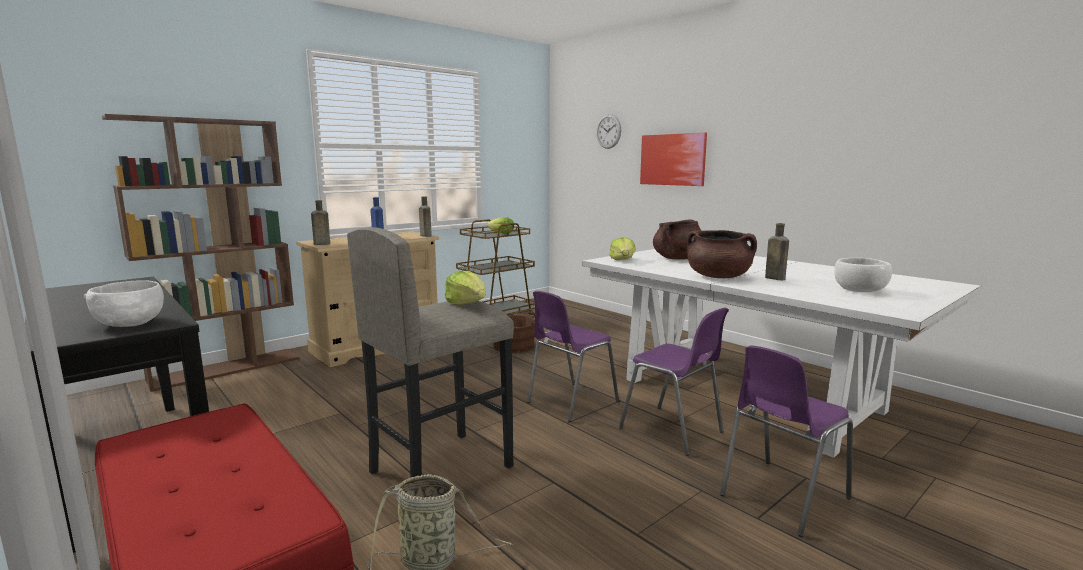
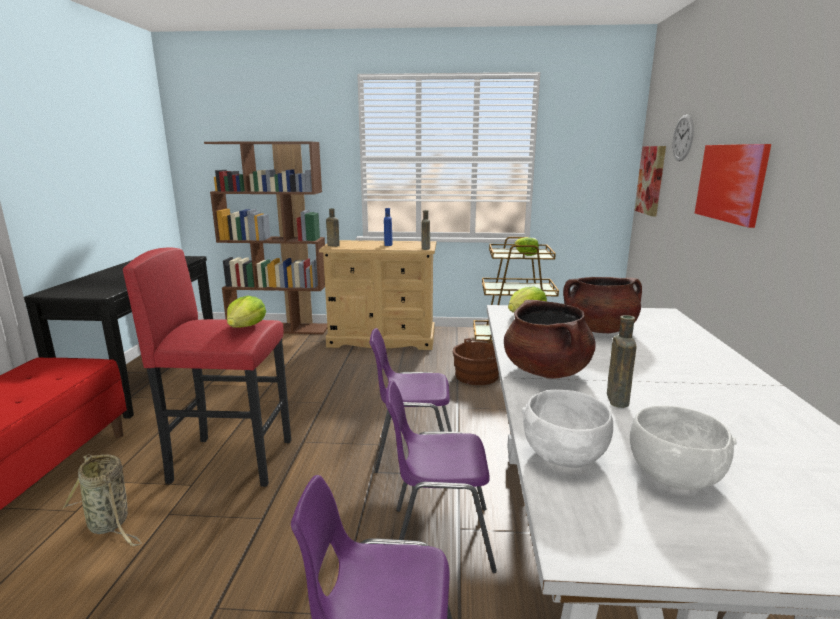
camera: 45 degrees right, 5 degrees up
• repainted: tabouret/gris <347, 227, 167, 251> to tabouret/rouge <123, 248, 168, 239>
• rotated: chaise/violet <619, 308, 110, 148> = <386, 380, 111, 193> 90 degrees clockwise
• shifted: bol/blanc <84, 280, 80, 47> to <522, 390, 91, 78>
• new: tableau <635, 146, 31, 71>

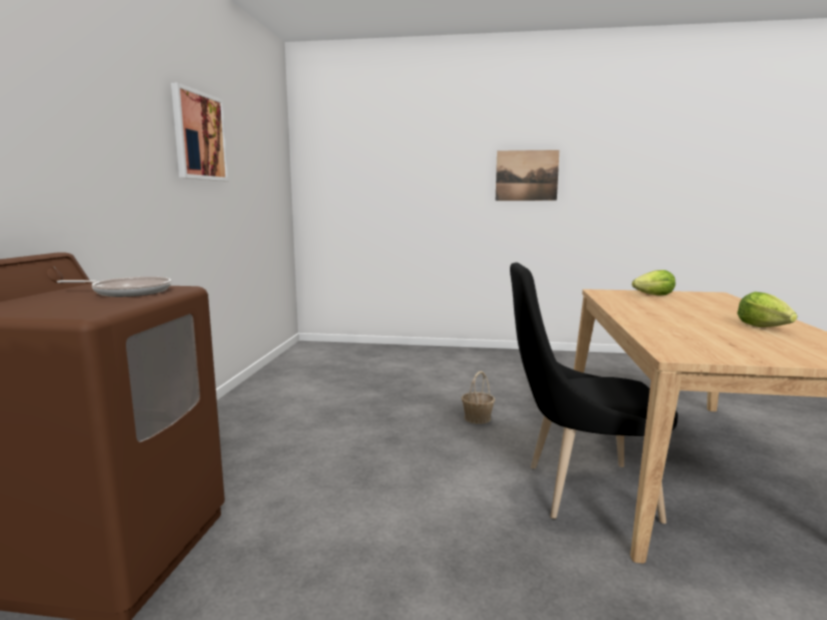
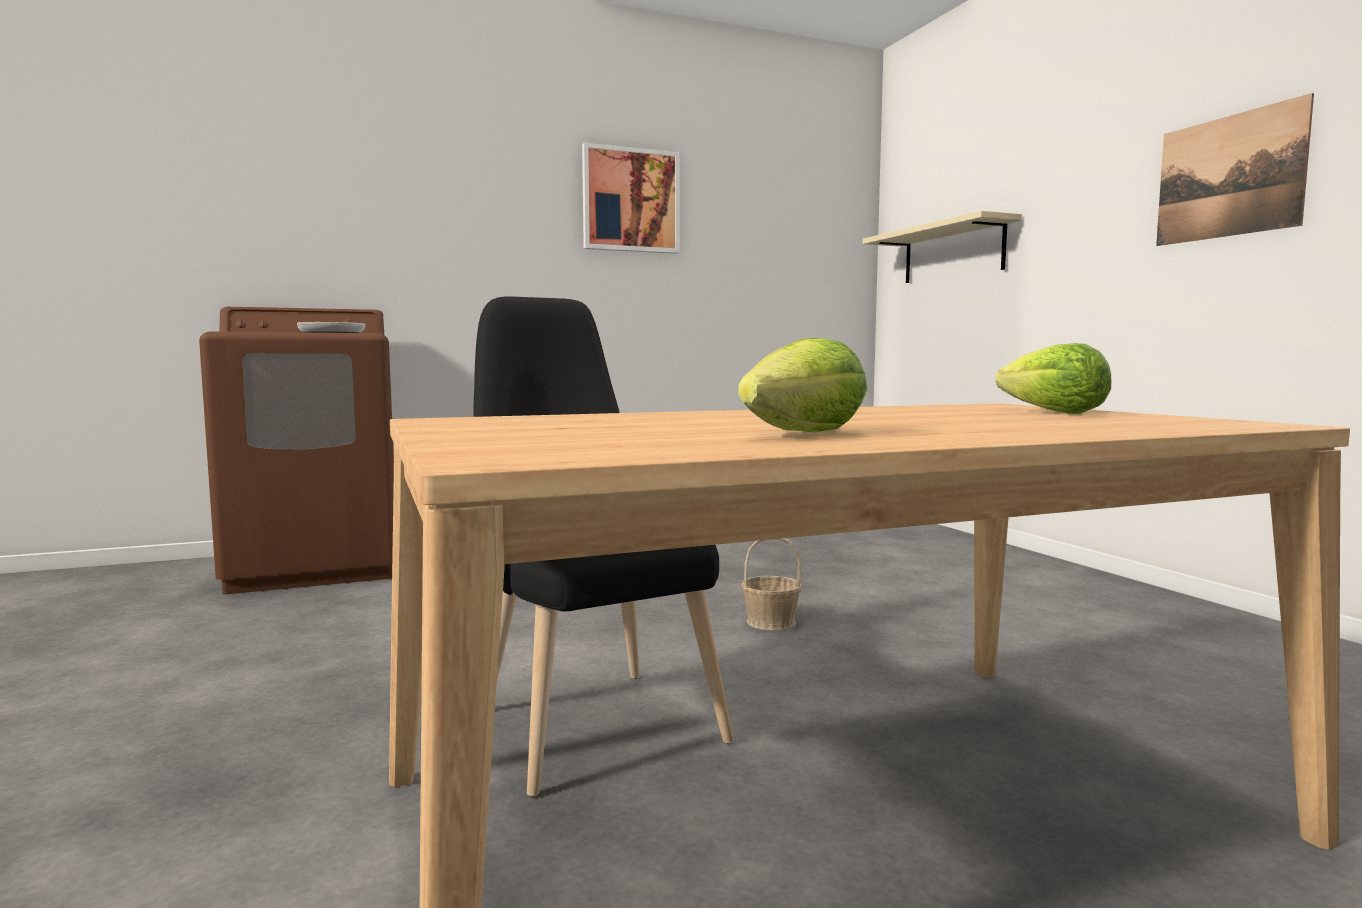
camera: 60 degrees right, 5 degrees down
• new: étagère/beige <863, 211, 159, 72>

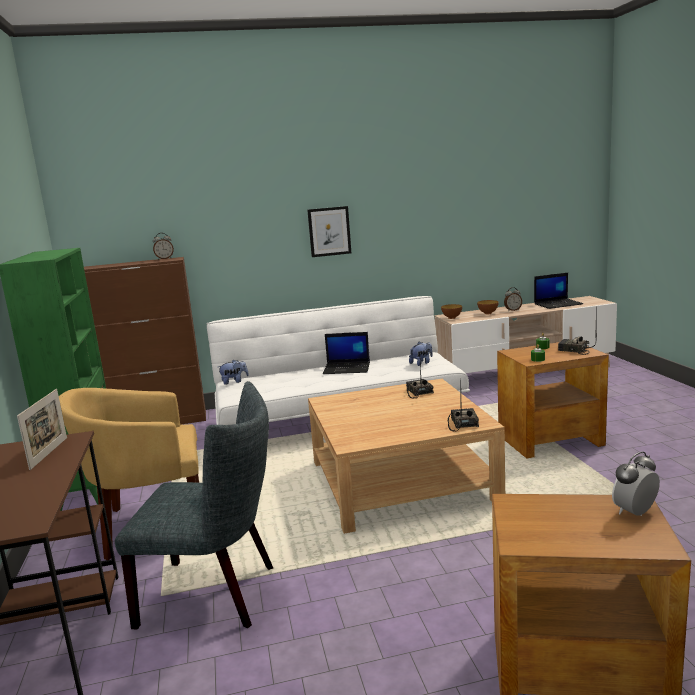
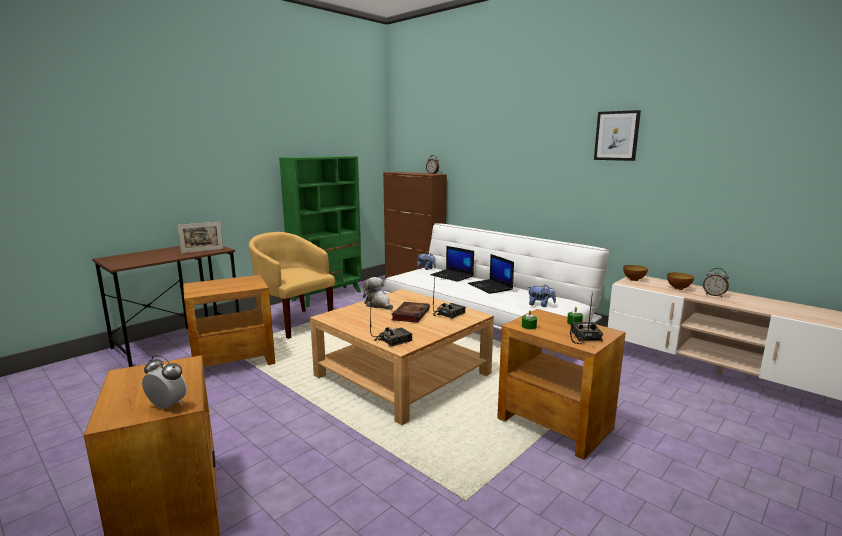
camera: 55 degrees right, 0 degrees up
• swapped: chaise/gris <115, 381, 158, 248> to table d'appoint/marron <183, 275, 92, 92>
• new: peluche <363, 277, 30, 33>
• new: livre <391, 302, 39, 21>
• shifted: ordinateur portable <534, 273, 49, 36> to <430, 246, 44, 36>
• shifted: tableau <307, 206, 44, 51> to <594, 110, 47, 51>

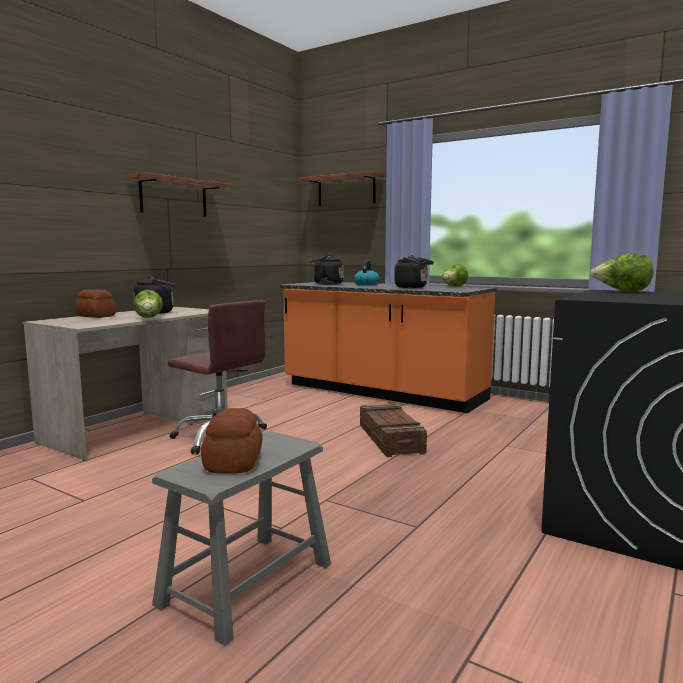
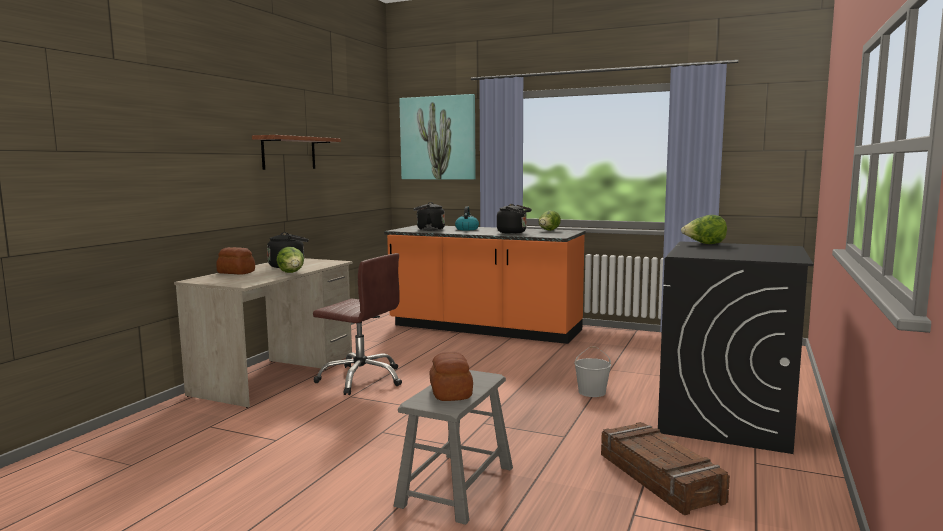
camera: 10 degrees left, 0 degrees up
• swapped: étagère <298, 171, 87, 35> to tableau <399, 94, 77, 86>
• new: seau/blanc <575, 347, 36, 50>
• shifted: caisse <360, 404, 67, 53> to <601, 422, 129, 93>

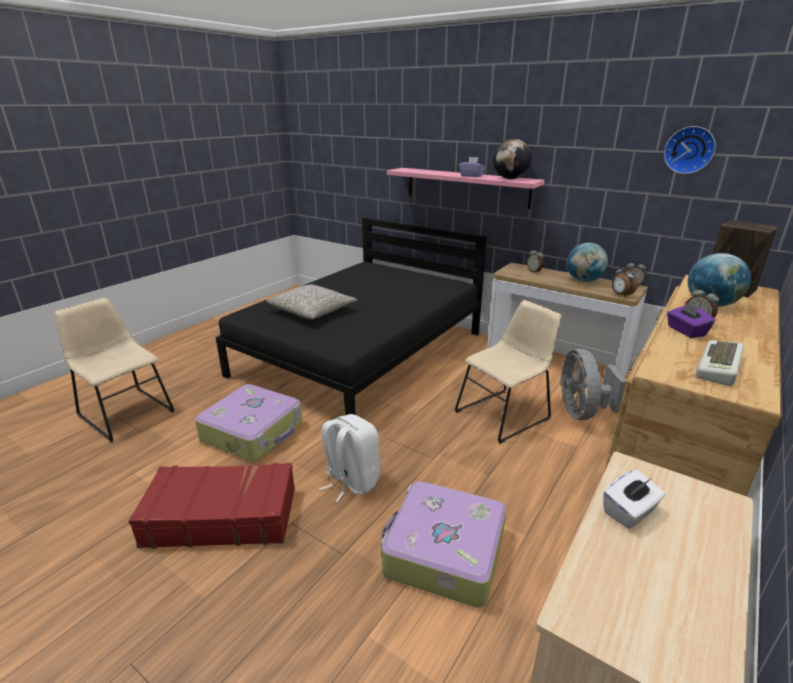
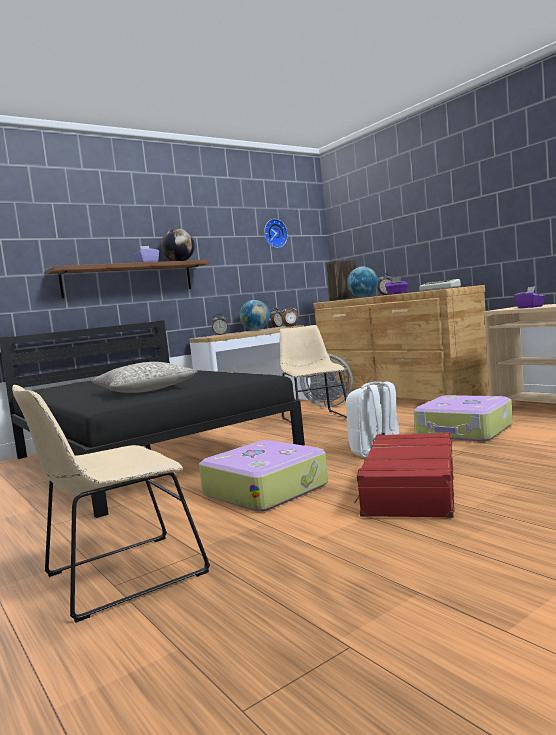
camera: 70 degrees left, 20 degrees down
• repainted: étagère/rose <387, 168, 158, 41> to étagère/marron <46, 260, 163, 38>
• repainted: boîte à mouchoirs/blanc <603, 470, 62, 59> to boîte à mouchoirs/violet <514, 286, 32, 22>

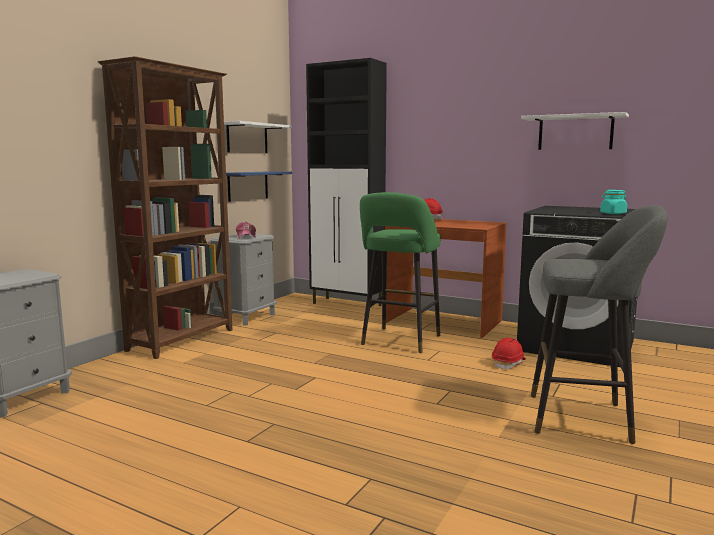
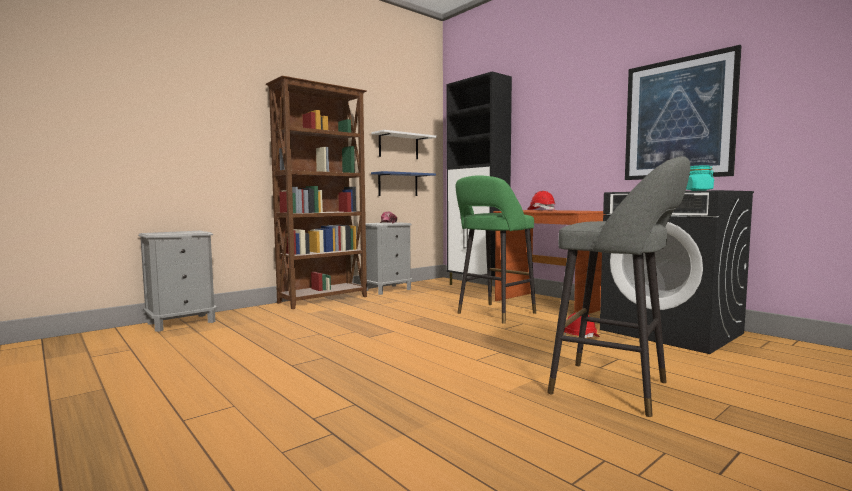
camera: 20 degrees right, 5 degrees down
• swapped: étagère/blanc <521, 112, 108, 38> to tableau <625, 45, 117, 135>

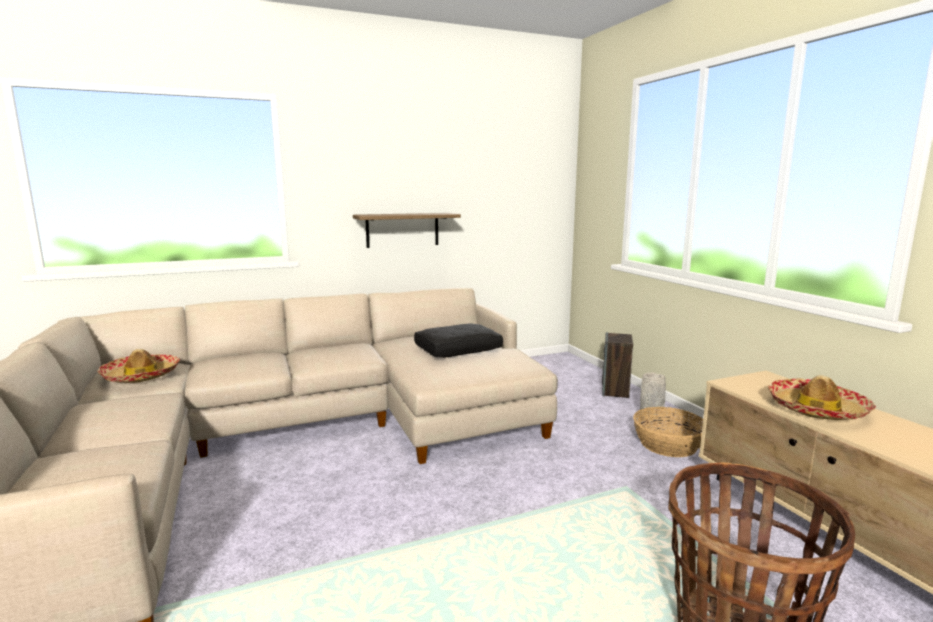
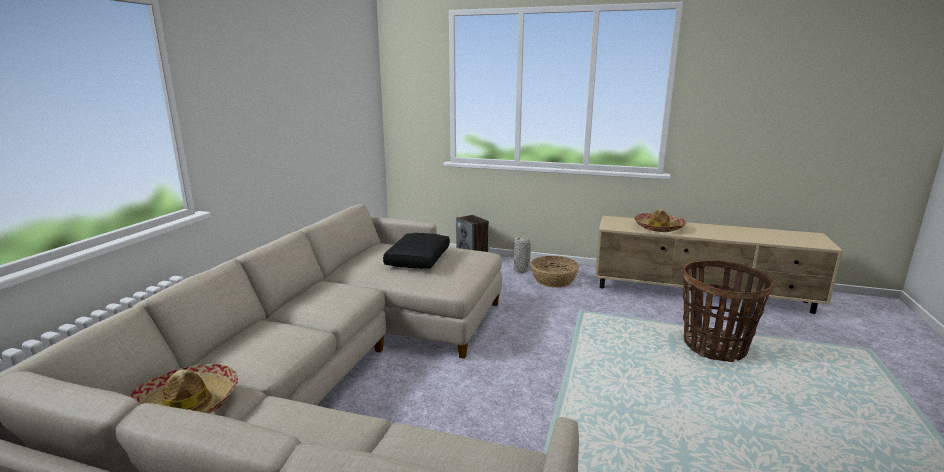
camera: 50 degrees left, 5 degrees up
• gone: étagère <353, 213, 108, 35>

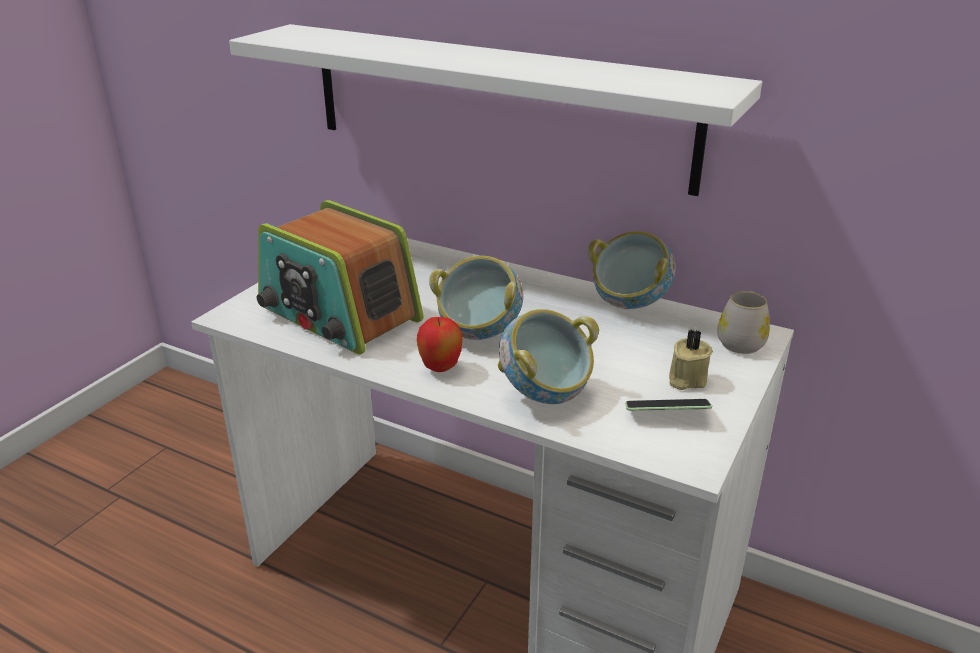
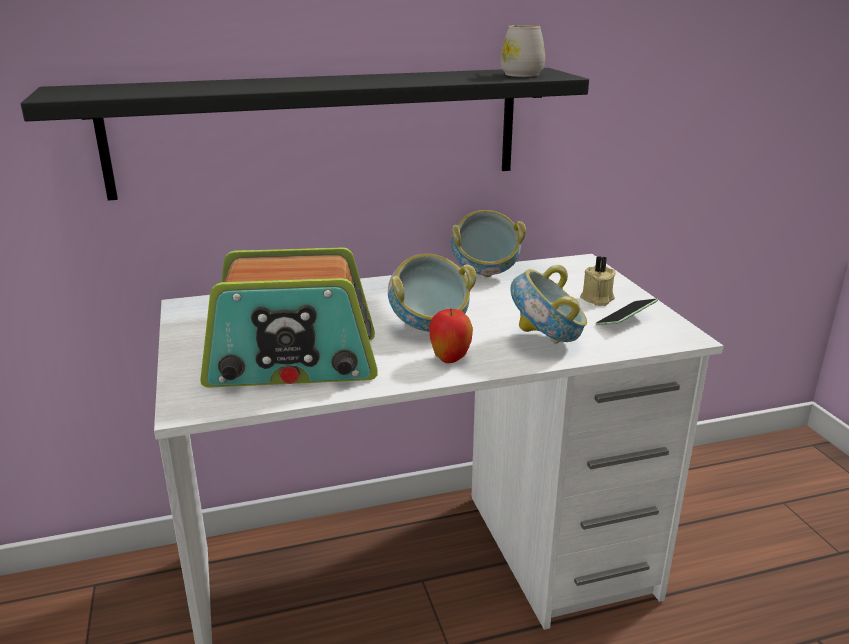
camera: 45 degrees left, 5 degrees down
• repainted: étagère/blanc <229, 24, 533, 172> to étagère/noir <21, 68, 568, 133>
• shifted: mug/blanc <717, 291, 53, 63> to <501, 25, 44, 52>

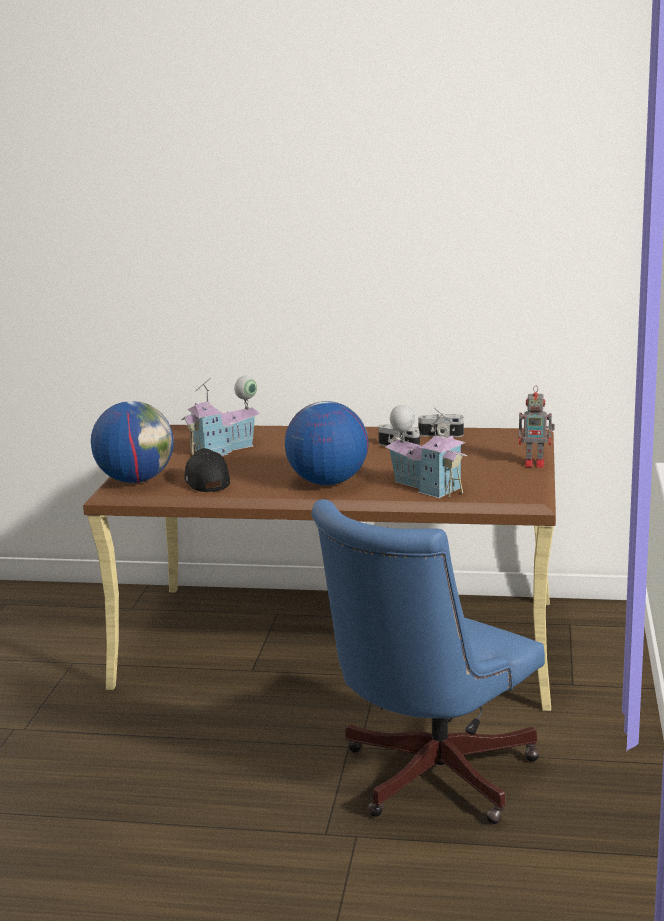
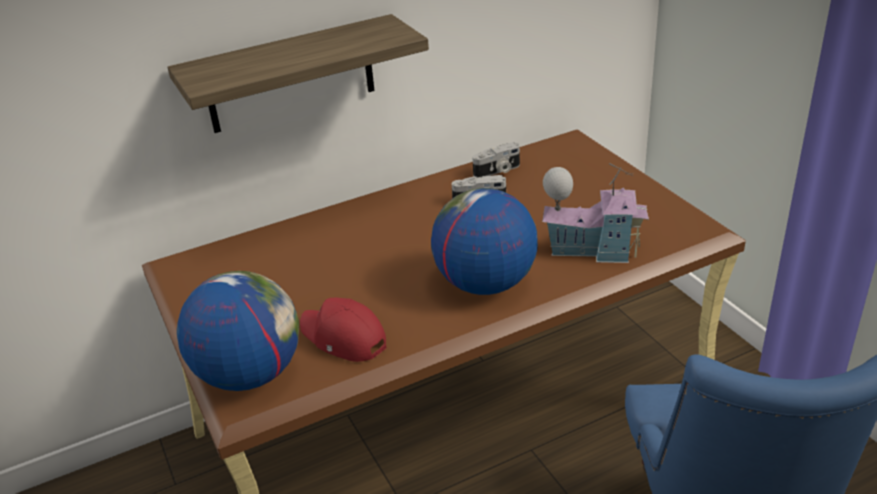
camera: 35 degrees left, 15 degrees up
• new: étagère <167, 14, 262, 119>
• repainted: casquette/noir <184, 448, 46, 44> to casquette/rouge <300, 298, 86, 64>
• gone: maison miniature <181, 376, 79, 80>
• gone: robot jouet <518, 385, 37, 83>

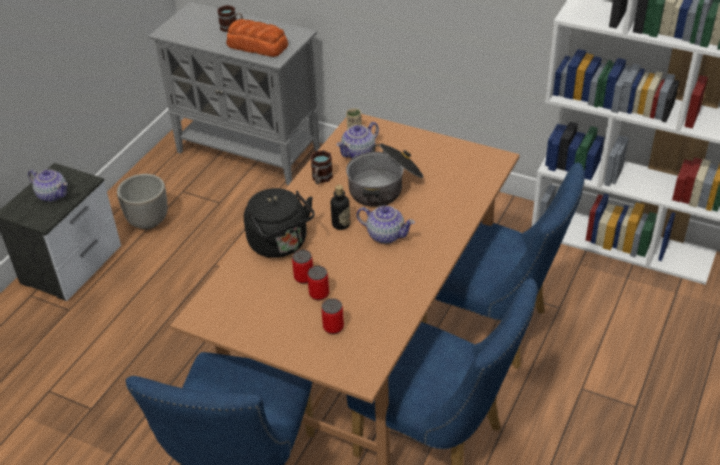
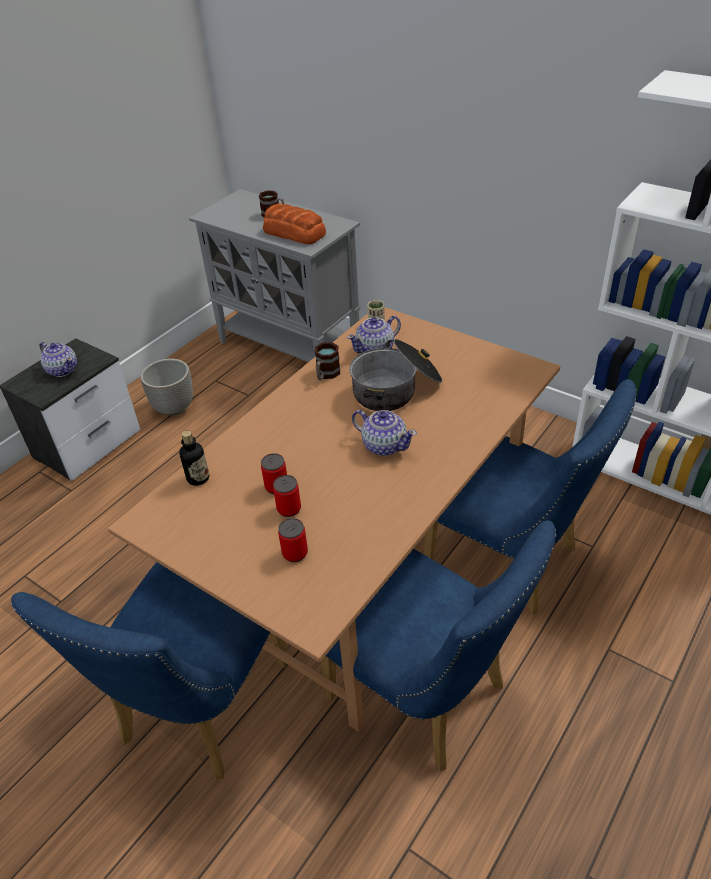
camera: 10 degrees right, 0 degrees up
• shifted: bouteille <331, 185, 19, 45> to <179, 431, 30, 55>
• gone: bouilloire/noir <244, 188, 71, 70>

